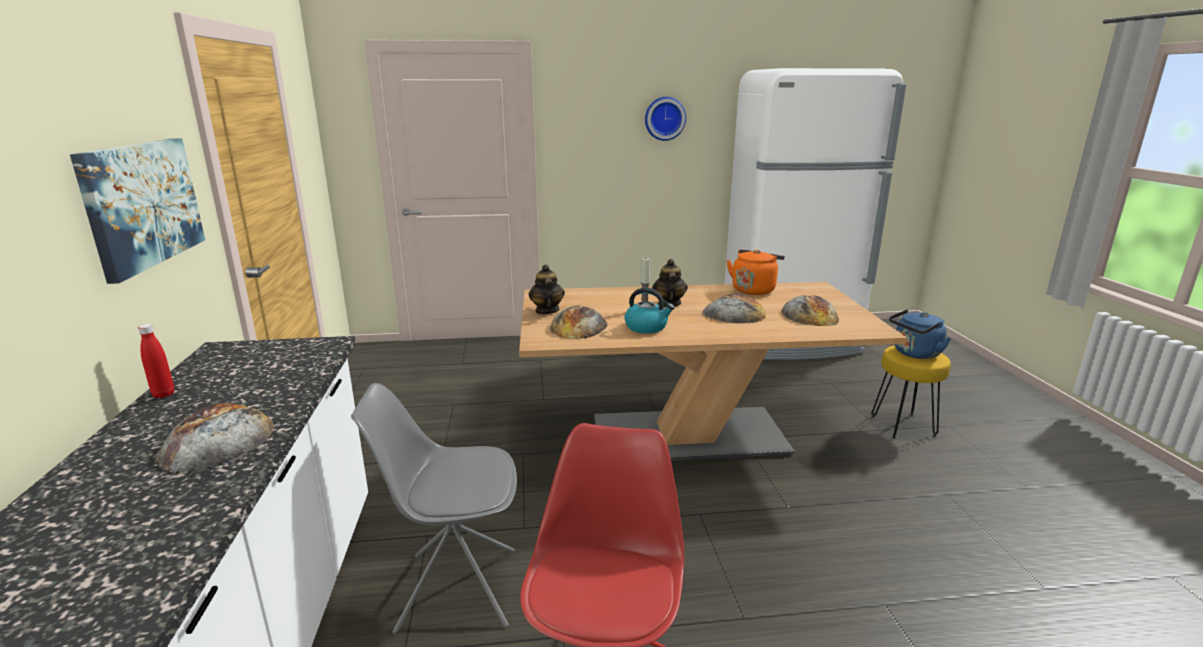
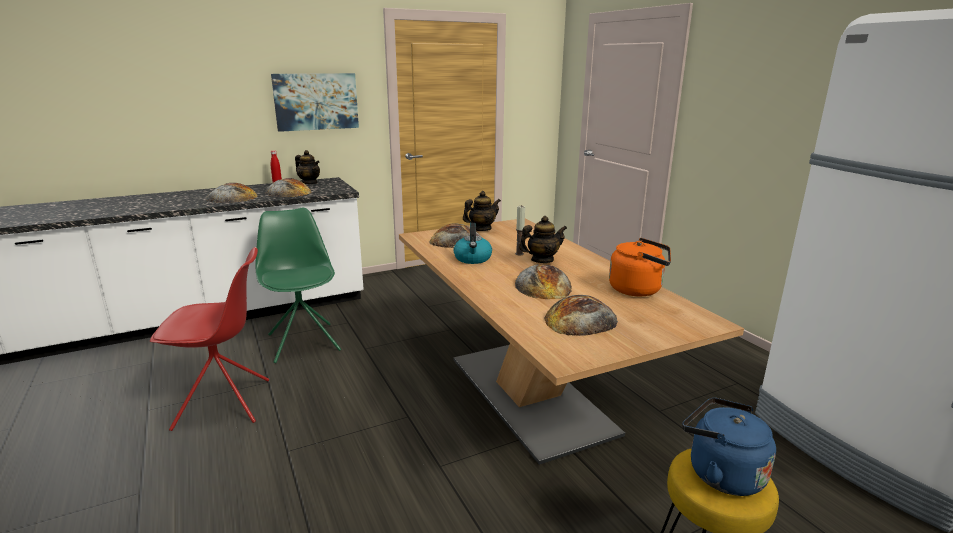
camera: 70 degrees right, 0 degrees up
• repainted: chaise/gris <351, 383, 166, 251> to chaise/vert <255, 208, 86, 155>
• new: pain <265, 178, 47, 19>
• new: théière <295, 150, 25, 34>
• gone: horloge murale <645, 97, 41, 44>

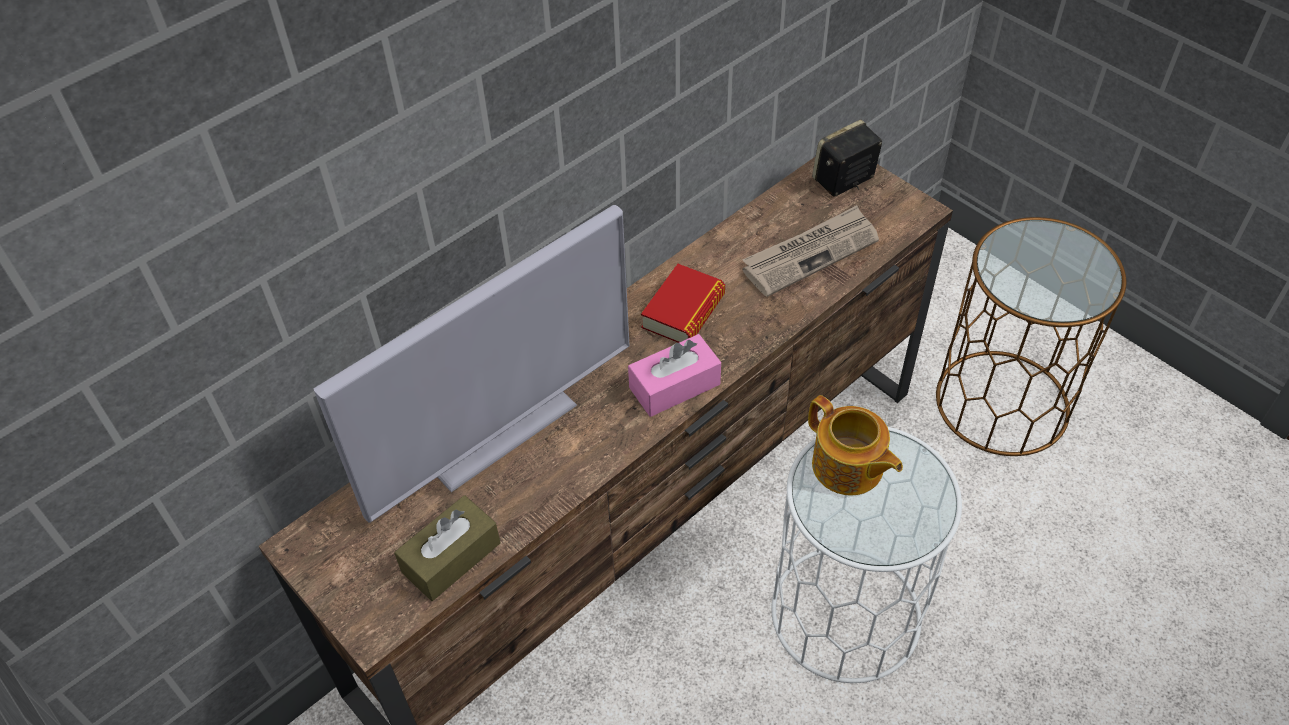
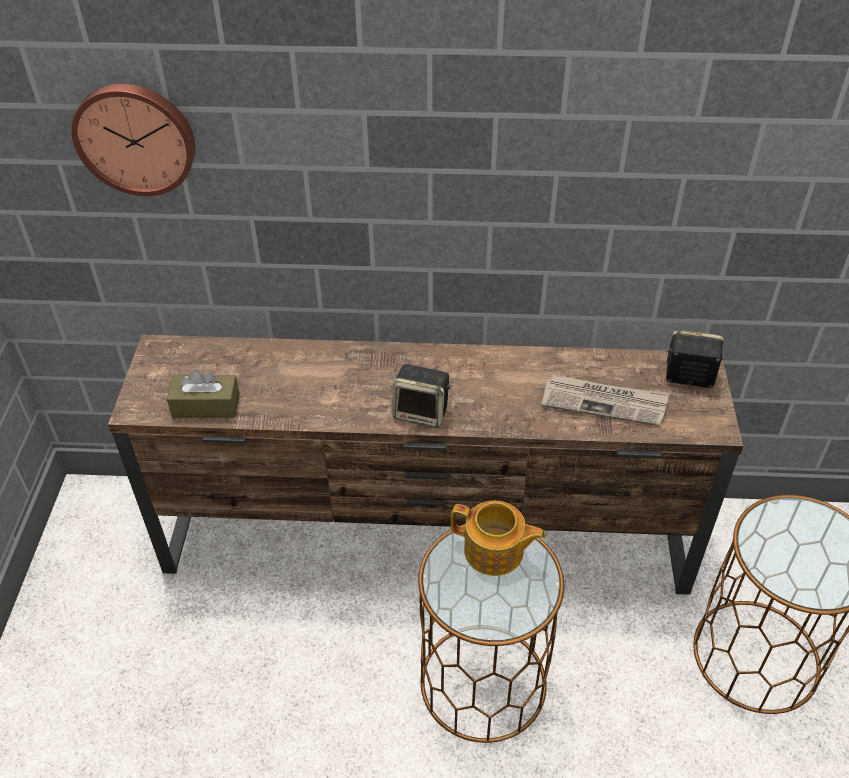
camera: 45 degrees right, 5 degrees down
• new: horloge murale <72, 84, 123, 112>
• swapped: boîte à mouchoirs/rose <628, 334, 93, 83> to enceinte <392, 364, 60, 64>
• repainted: table d'appoint/blanc <771, 427, 191, 256> to table d'appoint/marron <418, 524, 146, 219>
• rotated: théière <808, 395, 95, 101> = <451, 501, 95, 75> 75 degrees counterclockwise
• gone: téléviseur <314, 205, 316, 318>
• gone: livre <641, 264, 84, 79>

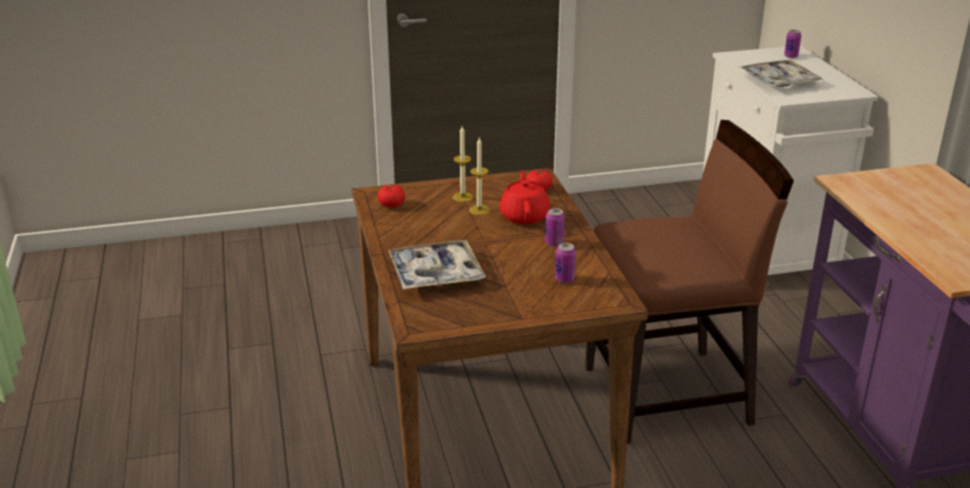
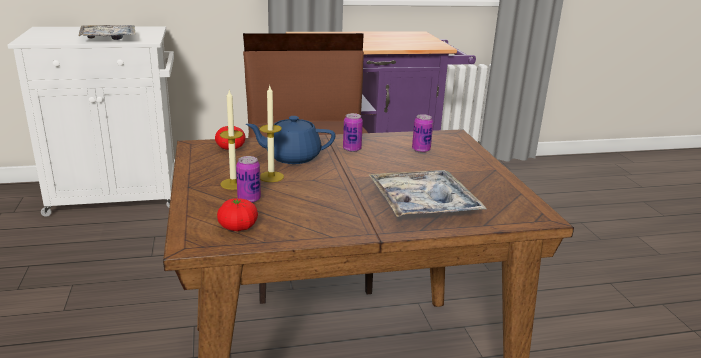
camera: 90 degrees left, 5 degrees down
• shifted: boîte métallique <784, 29, 17, 29> to <236, 156, 25, 47>
• repainted: théière/rouge <500, 170, 50, 55> to théière/bleu <246, 116, 90, 48>

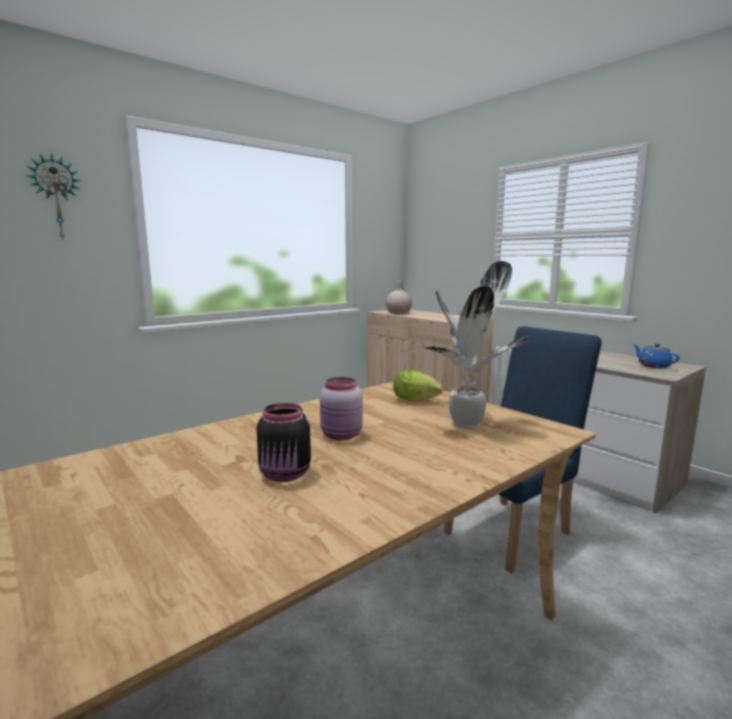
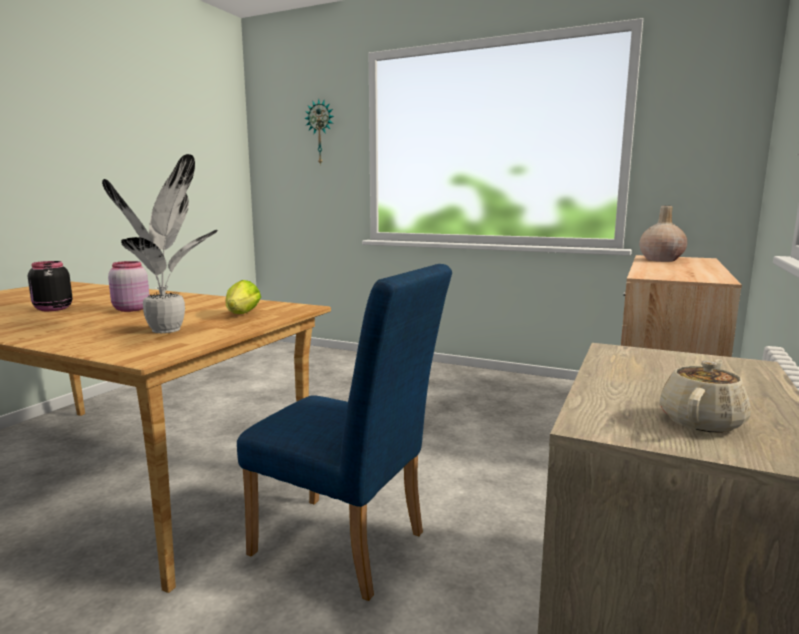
camera: 65 degrees right, 0 degrees up
• repainted: théière/bleu <633, 344, 47, 24> to théière/beige <660, 359, 91, 74>

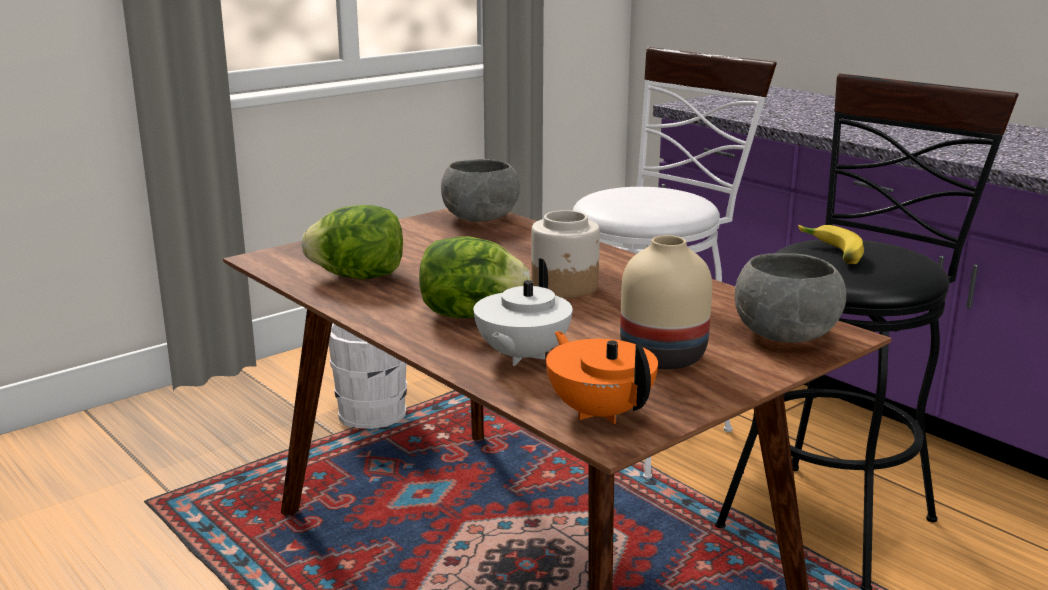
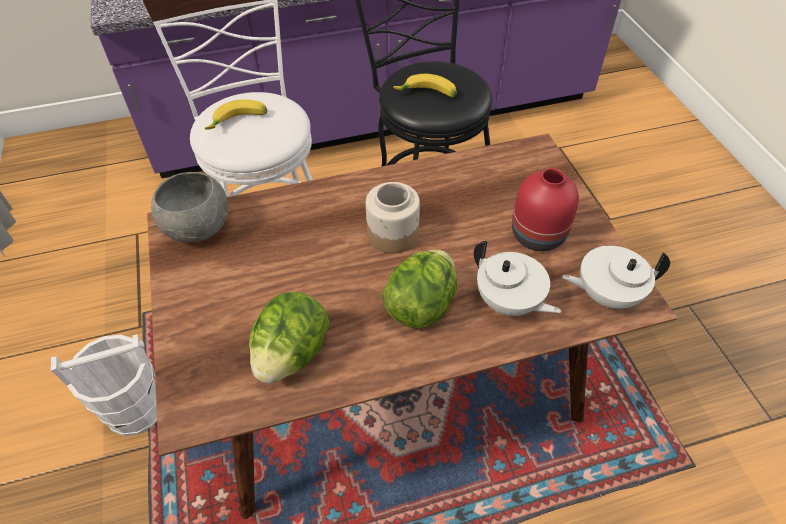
camera: 65 degrees left, 30 degrees up
• new: banane <205, 99, 62, 31>
• repainted: vase/beige <620, 235, 92, 134> to vase/rouge <512, 168, 67, 83>
• repainted: théière/orange <546, 331, 112, 93> to théière/blanc <562, 246, 108, 63>
• gone: bol/gris <735, 253, 111, 90>

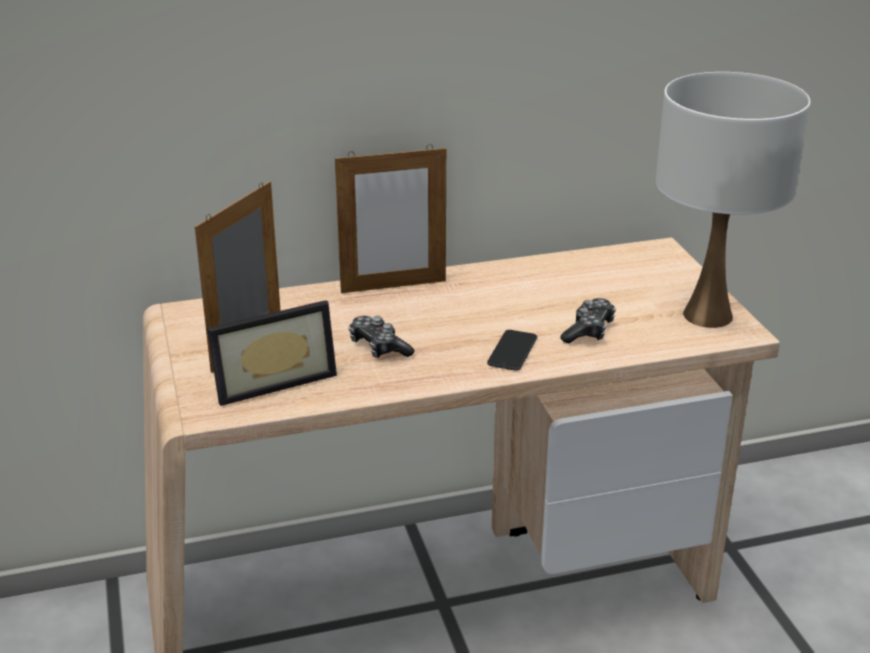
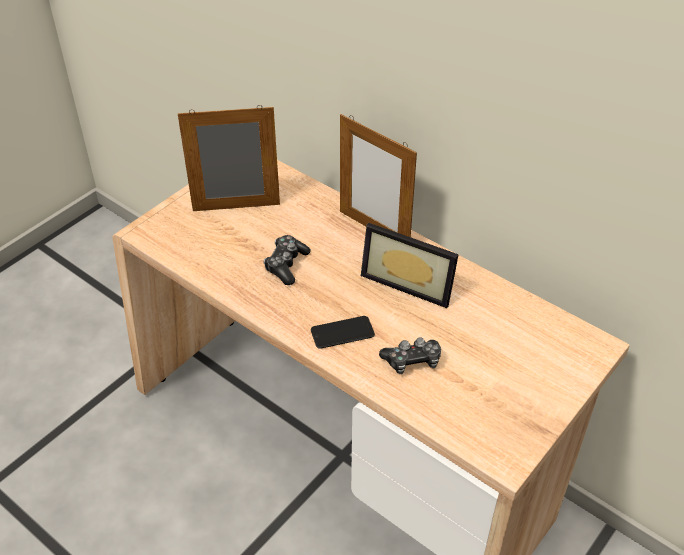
camera: 55 degrees right, 15 degrees up
• shifted: cadre photo <207, 300, 130, 106> to <361, 223, 98, 85>
• gone: lampe de table/blanc <656, 72, 154, 256>

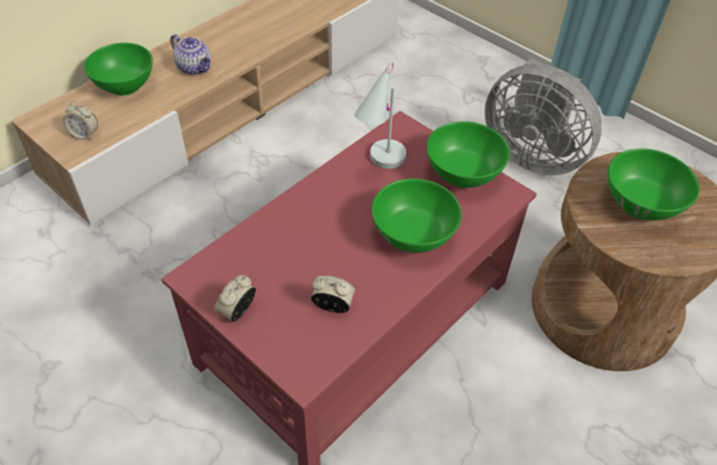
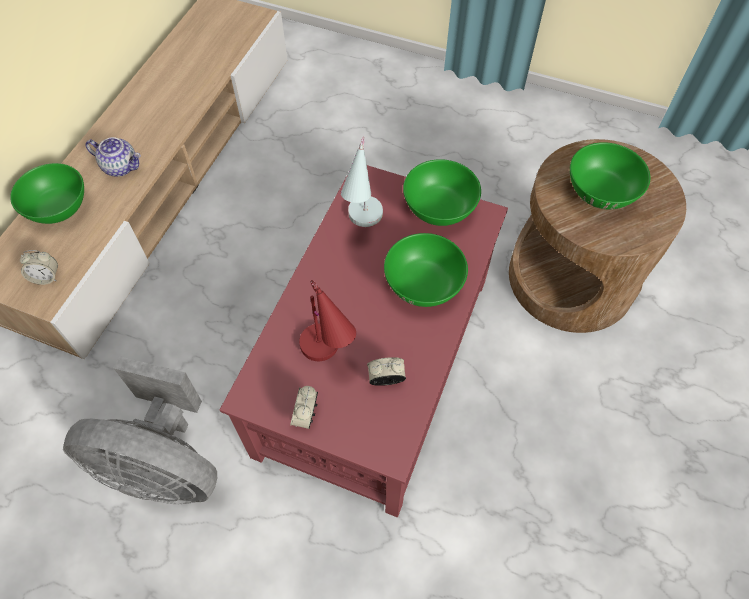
camera: 20 degrees left, 10 degrees up
• shifted: ventilateur/gris <485, 59, 117, 116> to <63, 356, 154, 148>
• new: lampe de table/rouge <299, 280, 57, 81>

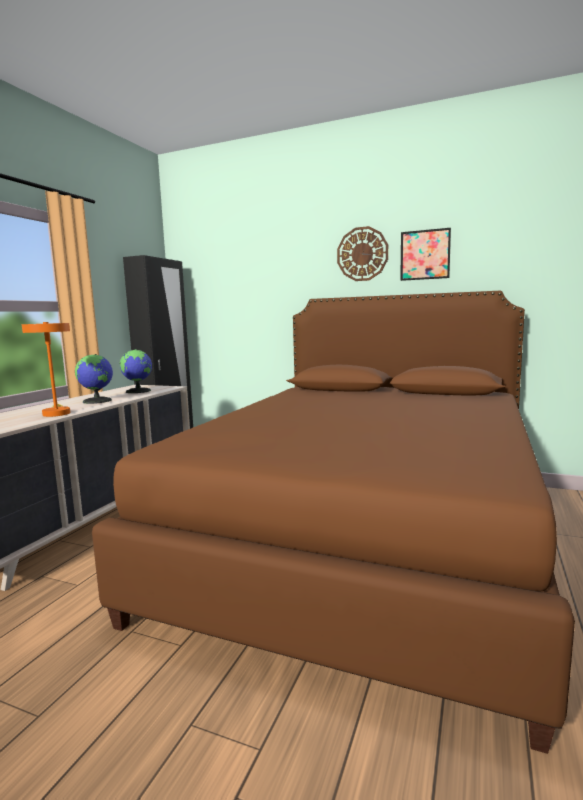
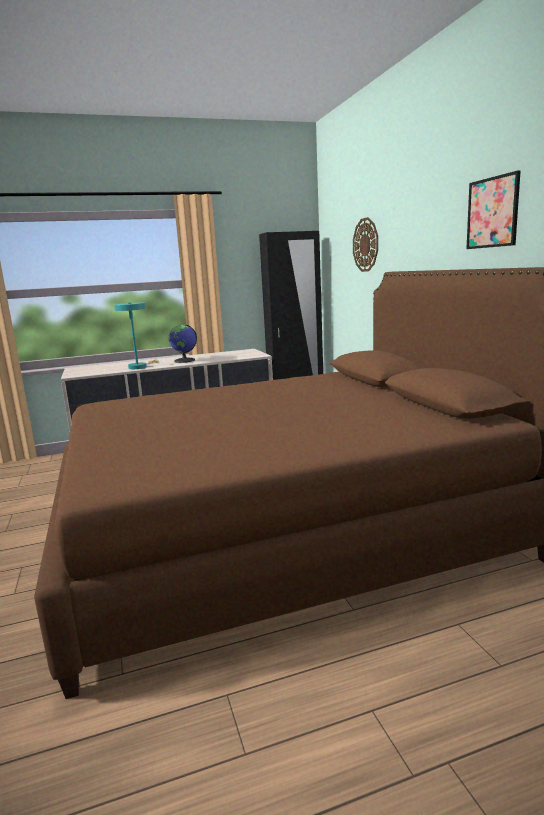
camera: 50 degrees right, 5 degrees up
• repainted: lampe de table/orange <22, 322, 49, 95> to lampe de table/turquoise <114, 302, 45, 67>
• shifted: horloge murale <337, 226, 51, 55> to <353, 217, 25, 55>
• gone: globe <120, 349, 32, 44>

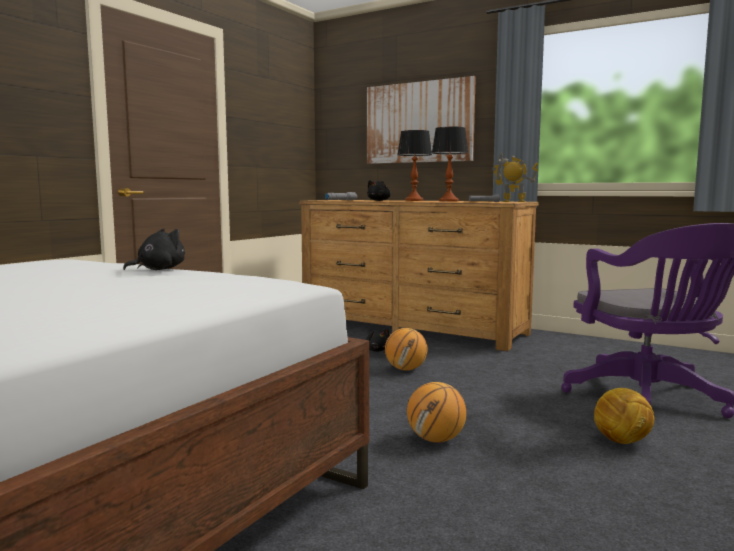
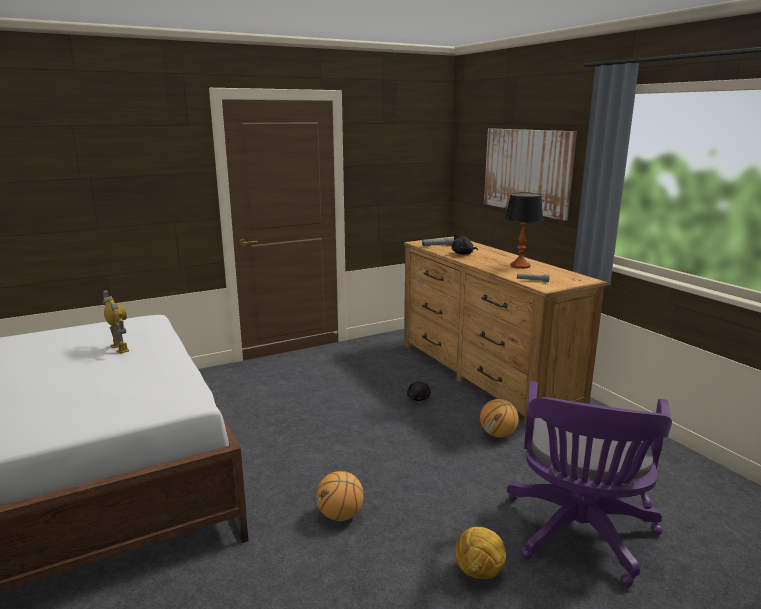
camera: 30 degrees right, 10 degrees up
• shifted: robot jouet <492, 153, 46, 49> to <103, 290, 26, 64>
• shifted: ballon de basket <385, 328, 42, 43> to <480, 399, 39, 38>
• gone: peluche/noir <123, 228, 62, 42>
• gone: lampe de table <397, 130, 35, 71>

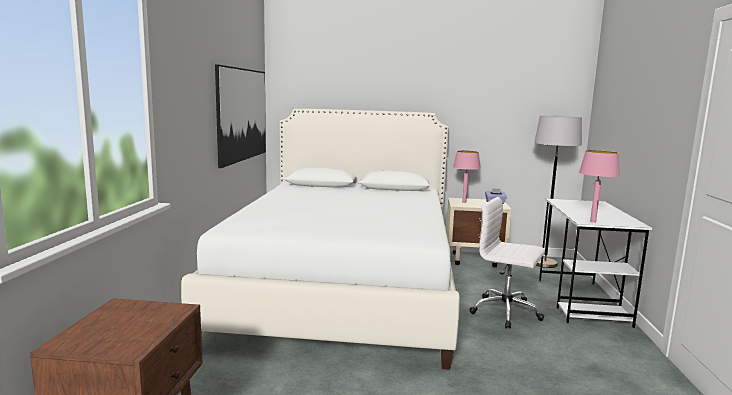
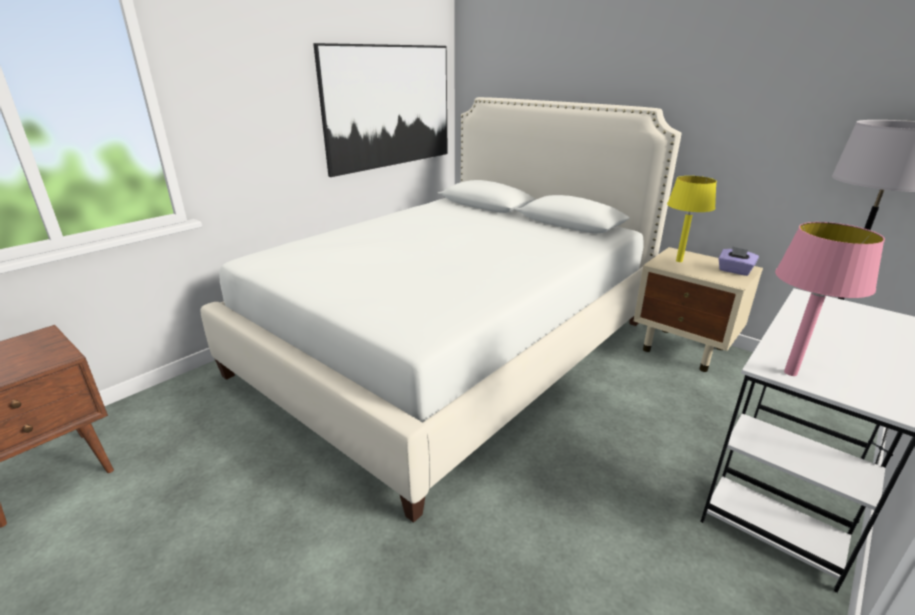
camera: 35 degrees right, 15 degrees up
• repainted: lampe de table/rose <453, 150, 28, 53> to lampe de table/jaune <667, 176, 50, 86>
• gone: chaise de bureau/blanc <469, 197, 76, 131>

